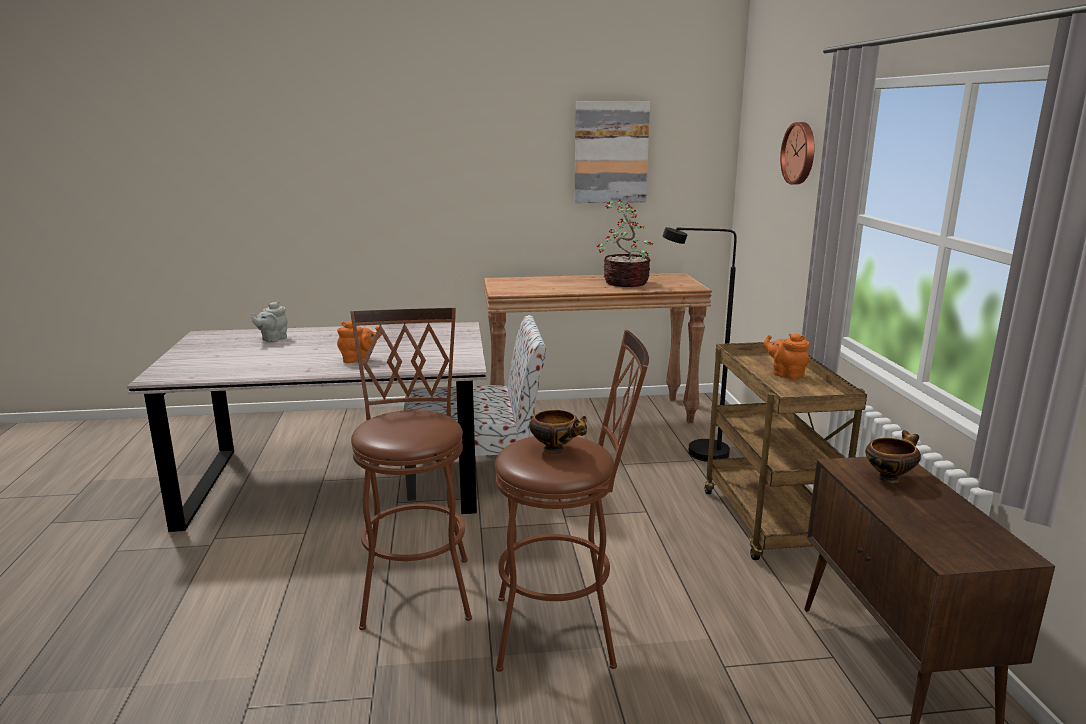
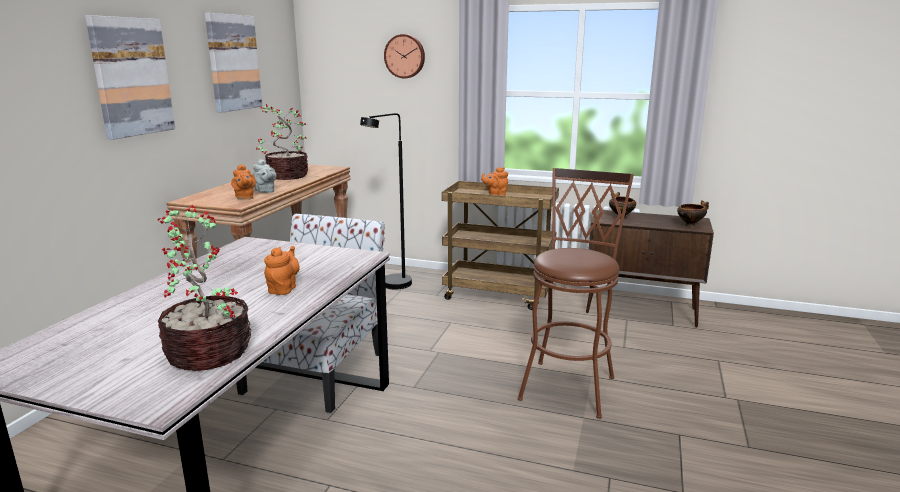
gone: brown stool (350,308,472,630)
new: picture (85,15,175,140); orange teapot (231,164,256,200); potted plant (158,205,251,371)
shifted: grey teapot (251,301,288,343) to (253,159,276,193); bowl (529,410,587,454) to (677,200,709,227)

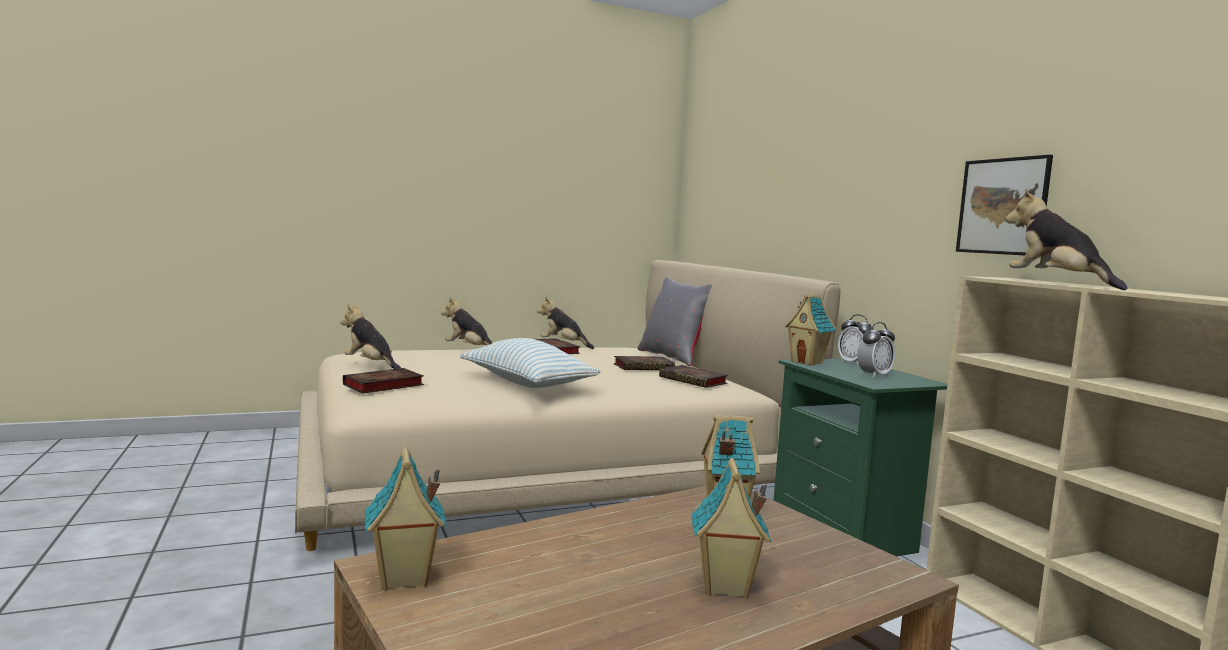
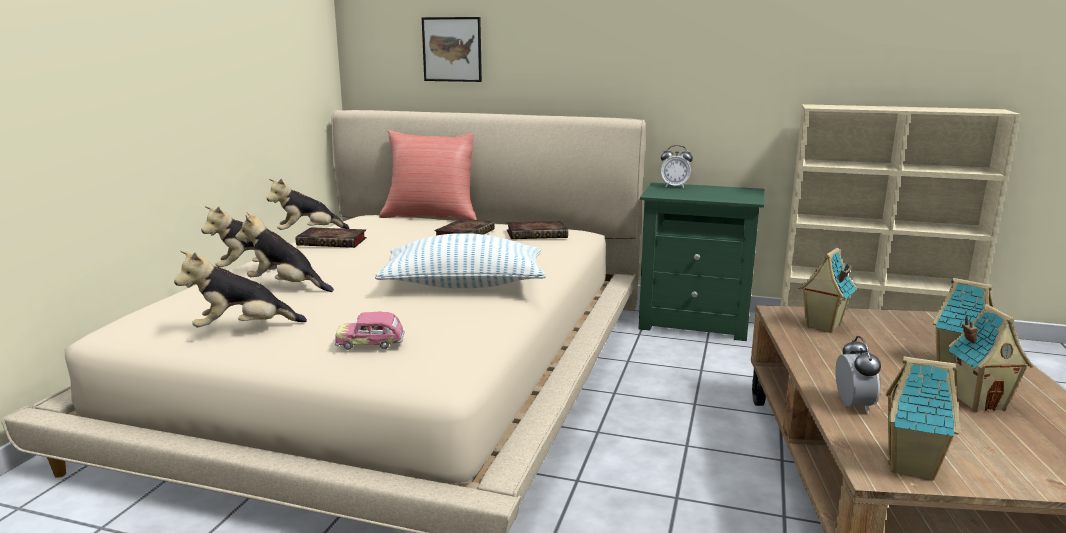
shifted: picture (956,155,1053,255) to (422,17,482,82); plush toy (1006,188,1127,290) to (235,212,334,292); toy house (785,294,836,366) to (948,304,1033,412); alarm clock (857,322,895,378) to (835,336,881,414)
swapped: book (343,368,424,394) to toy car (335,311,405,350)
repainted: grey pillow (638,277,712,366) to red pillow (379,130,477,220)

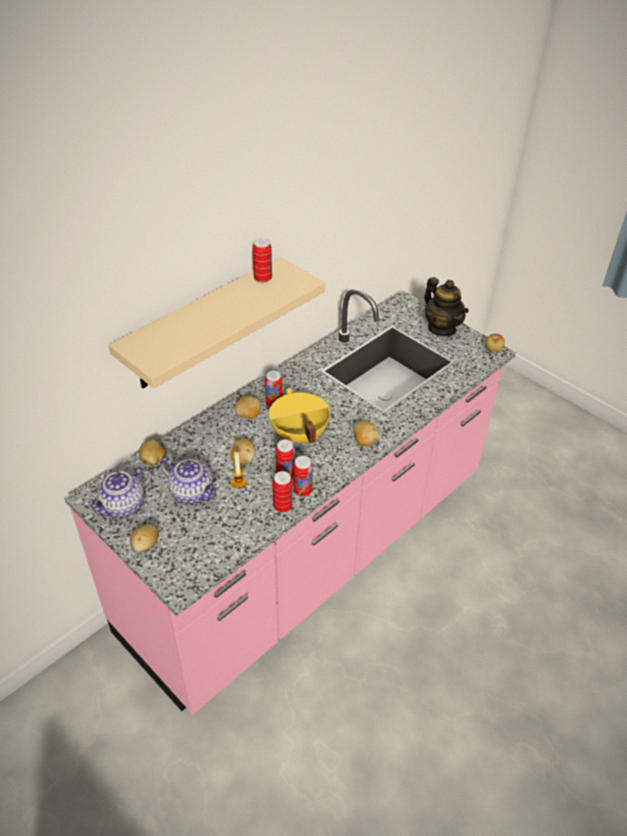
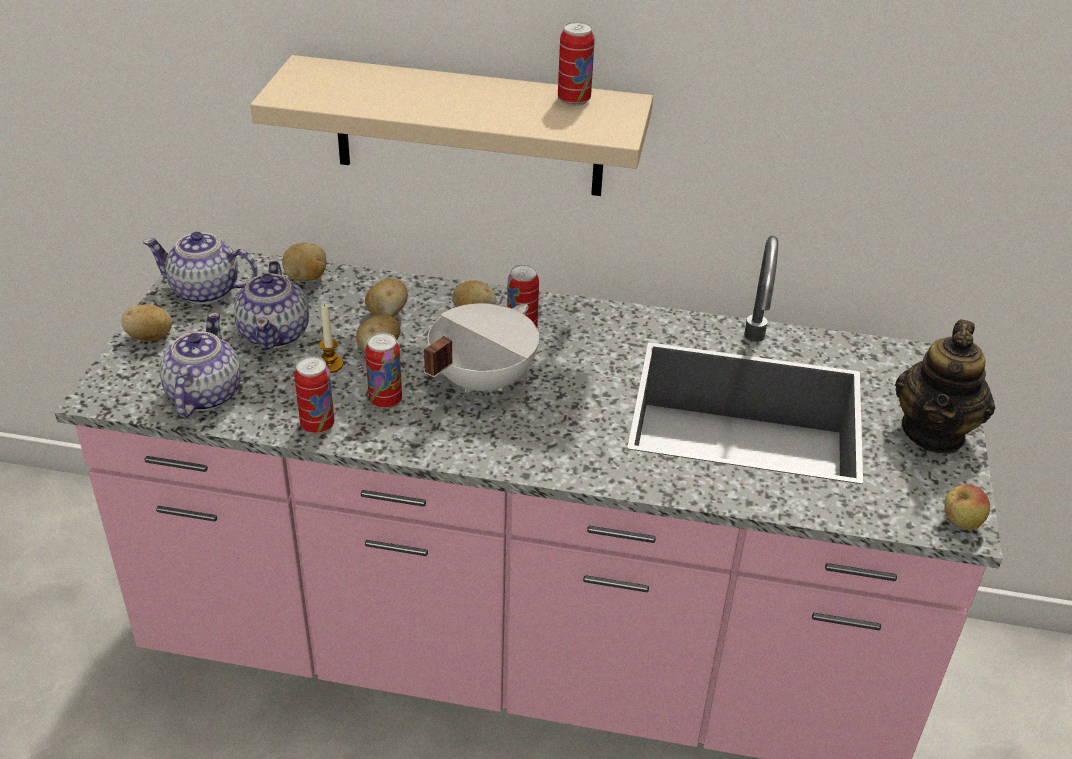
gone: can (293,456,313,497)
new: teapot (159,312,241,417)
shifted: potato (353,421,379,446) to (365,278,408,317)
repainted: yellow cooking pot (269,388,330,445) to white cooking pot (424,303,539,393)

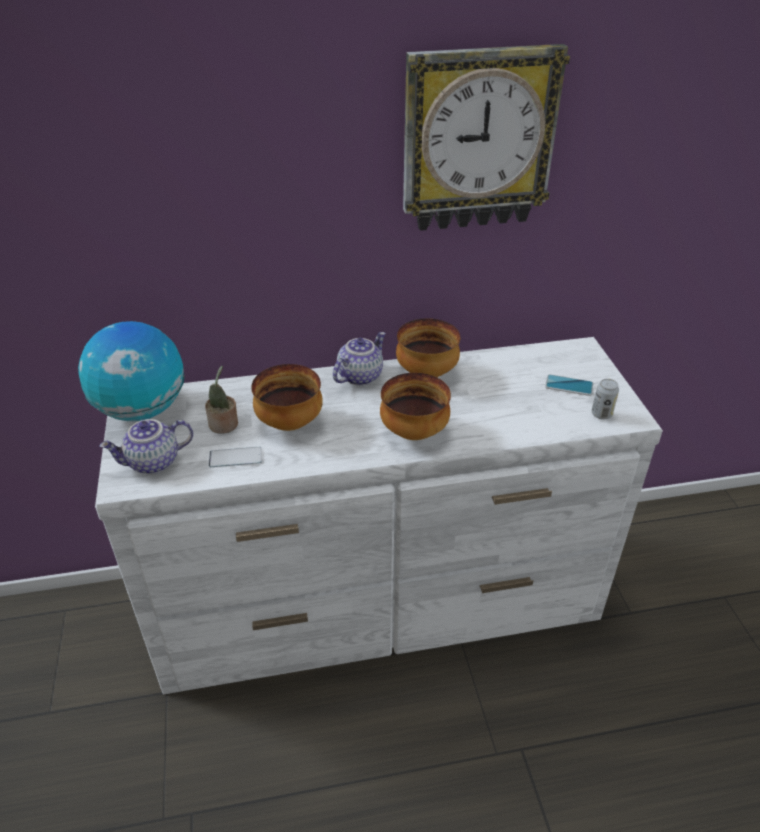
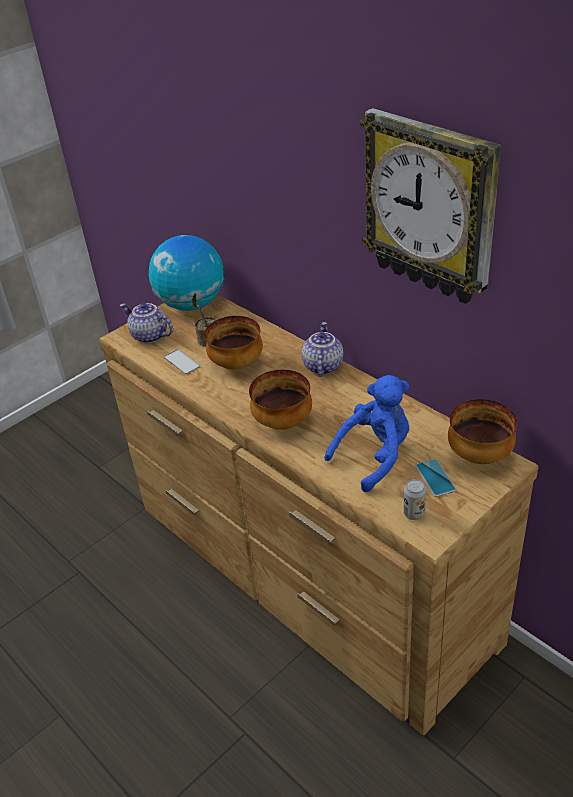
new: blue plush toy (324,375,409,492)
shifted: bowl (396,318,460,377) to (448,399,517,464)
repainted: white dresser (95,337,663,694) to brown dresser (99,294,538,735)
rotated: teapot (333,332,386,385) = (302,322,343,377) 90 degrees counterclockwise

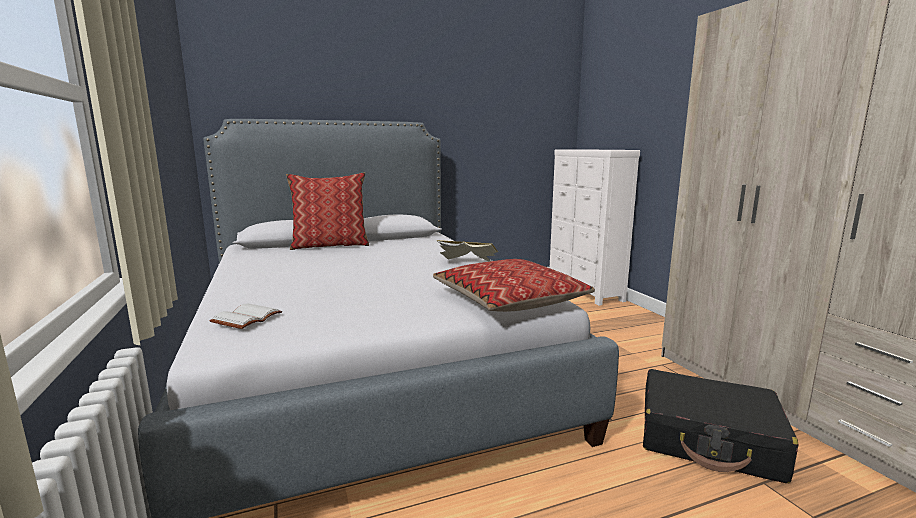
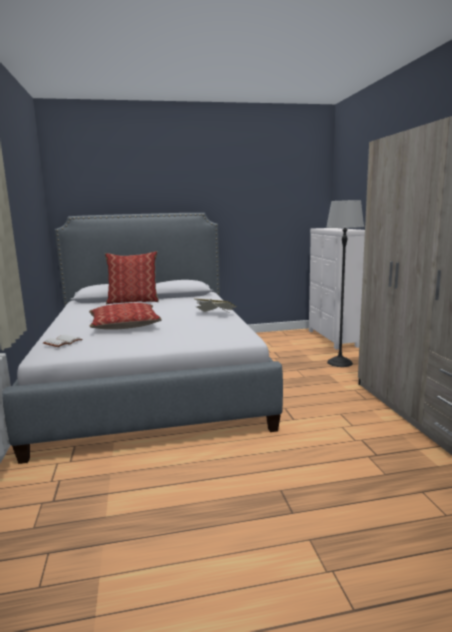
gone: black suitcase (643,369,799,483)
new: floor lamp (326,200,364,367)
shifted: pillow (433,259,595,312) to (89,303,162,330)

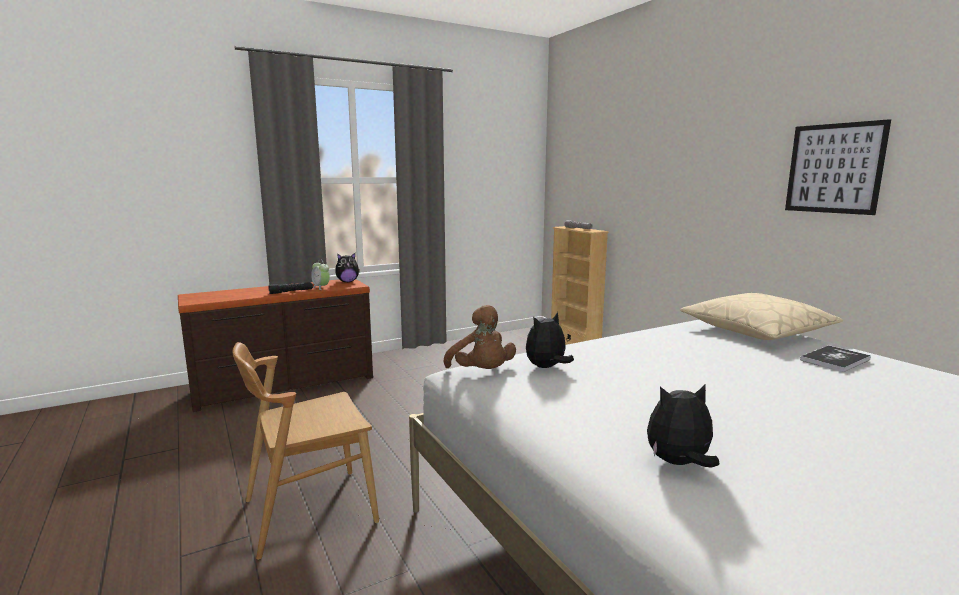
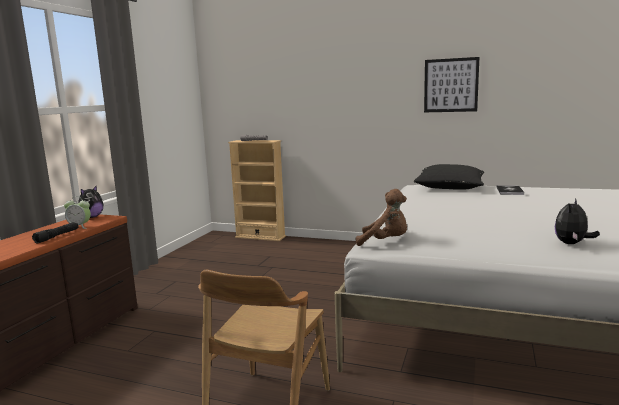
gone: plush toy (526,312,574,368)
repainted: beige pillow (680,293,843,340) to black pillow (414,164,484,190)

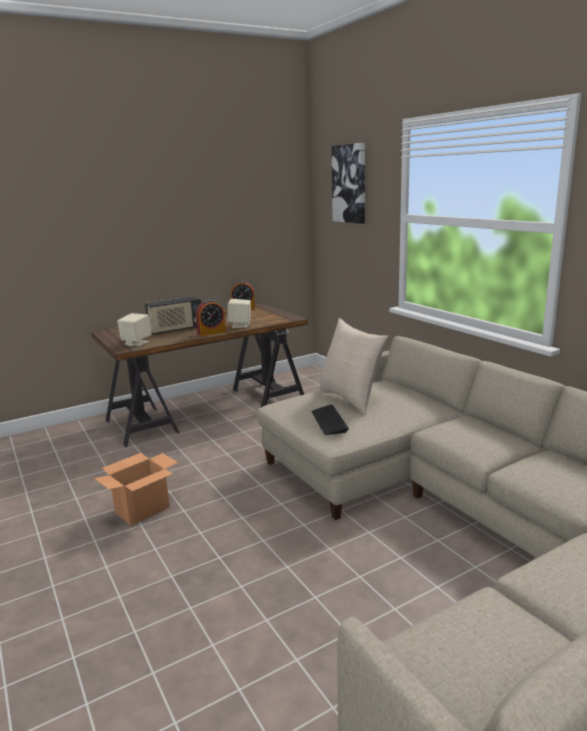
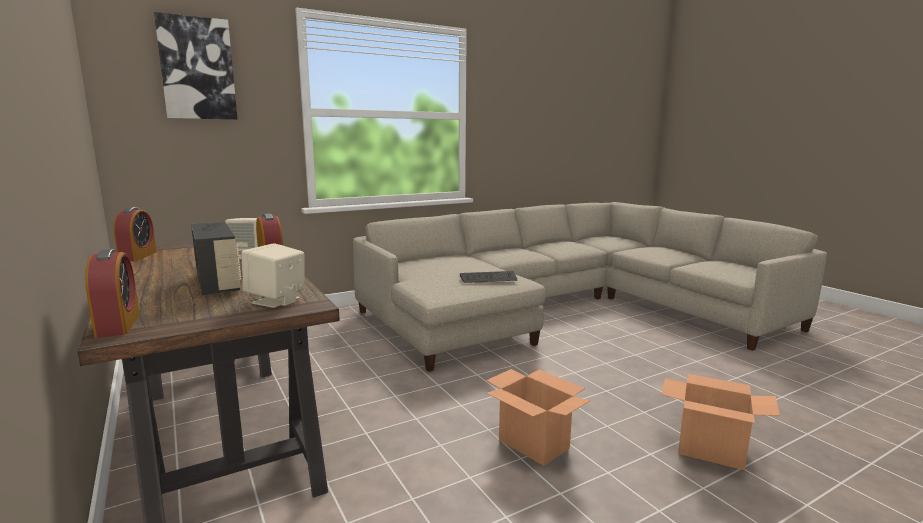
gone: beige pillow (319,318,389,415)
new: alarm clock (85,249,140,338); cardboard box (662,374,780,470)

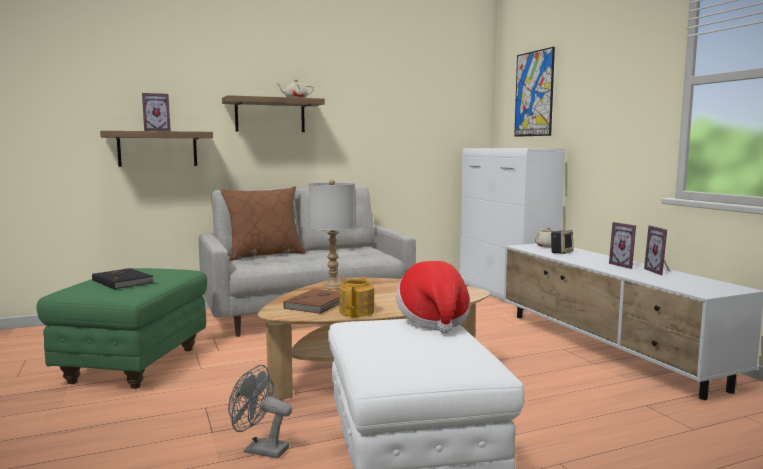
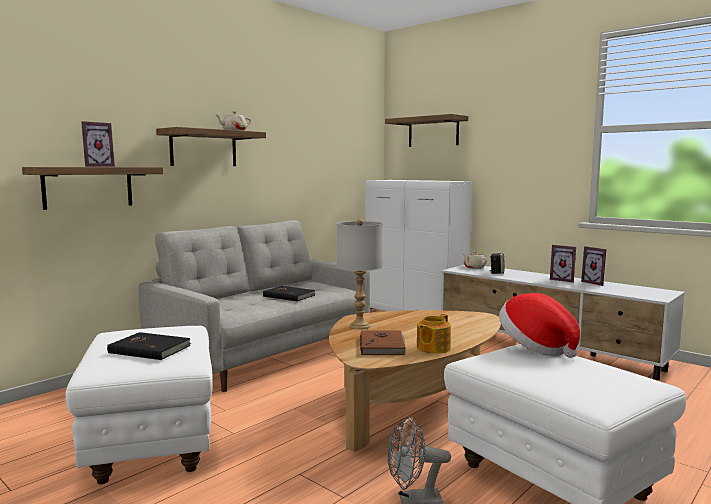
gone: brown pillow (220,186,306,261)
new: black book (263,286,315,301)
swapped: picture (514,47,555,137) to shelf (385,114,468,147)
repainted: green ottoman (37,268,207,389) to white ottoman (66,326,213,484)
rotated: teapot (339,277,374,317) = (417,314,451,354) 135 degrees counterclockwise

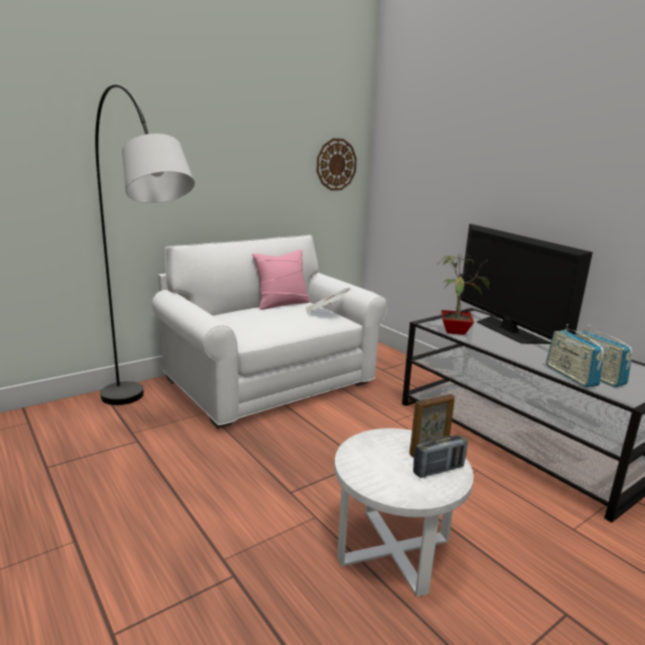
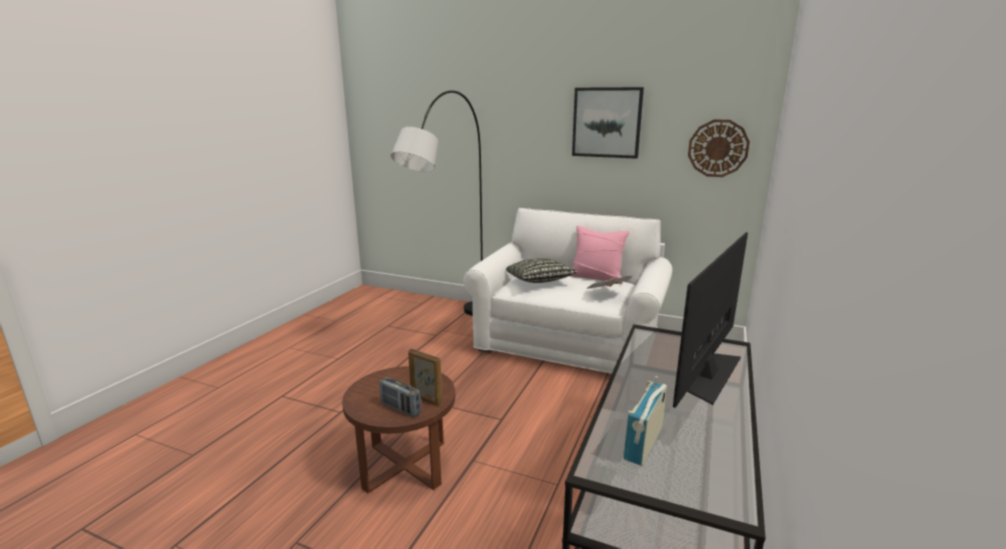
gone: potted plant (440,254,490,335); radio (546,324,605,388)
new: picture (572,87,644,159); pillow (506,258,578,283)
repainted: white side table (335,428,474,597) to brown side table (342,366,455,493)

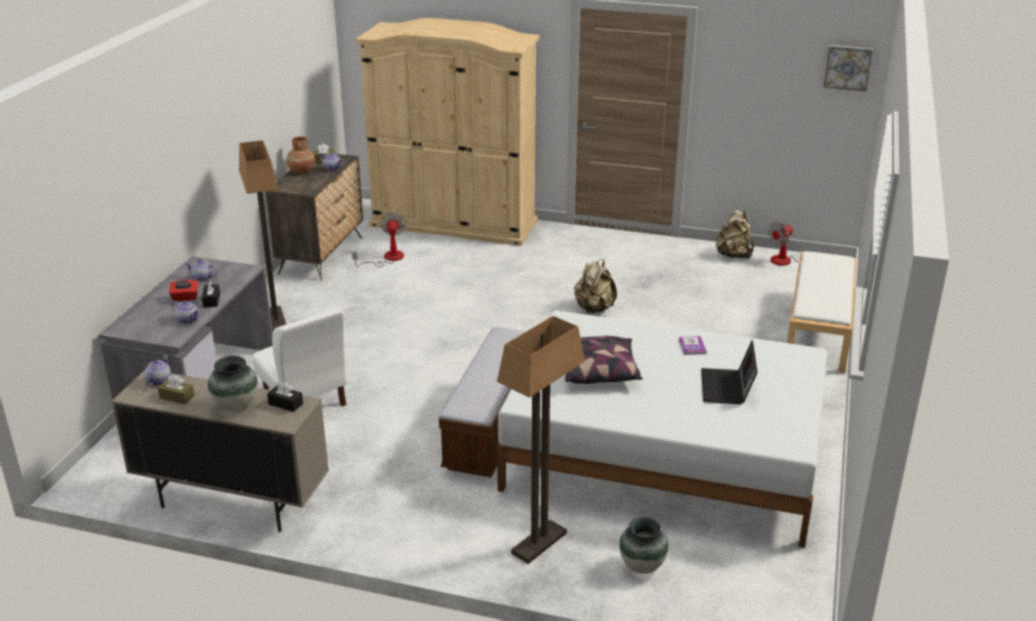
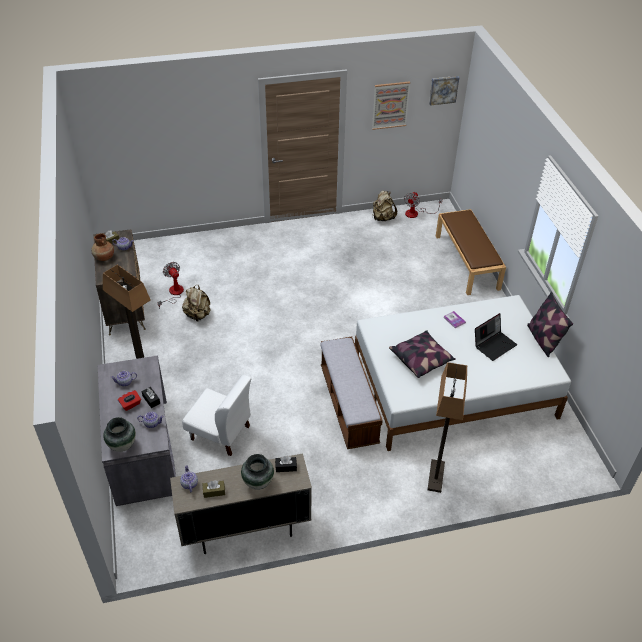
gone: beige wardrobe (356,18,540,246)
new: picture (372,81,411,130); pillow (527,292,573,357)
shifted: beige backpack (574,259,617,313) to (182,285,211,322); vase (619,517,669,574) to (103,417,136,452)
repainted: white bench (787,251,857,373) to brown bench (436,209,506,295)
rotated: laptop (701,341,757,404) = (475,313,517,361) 105 degrees counterclockwise

